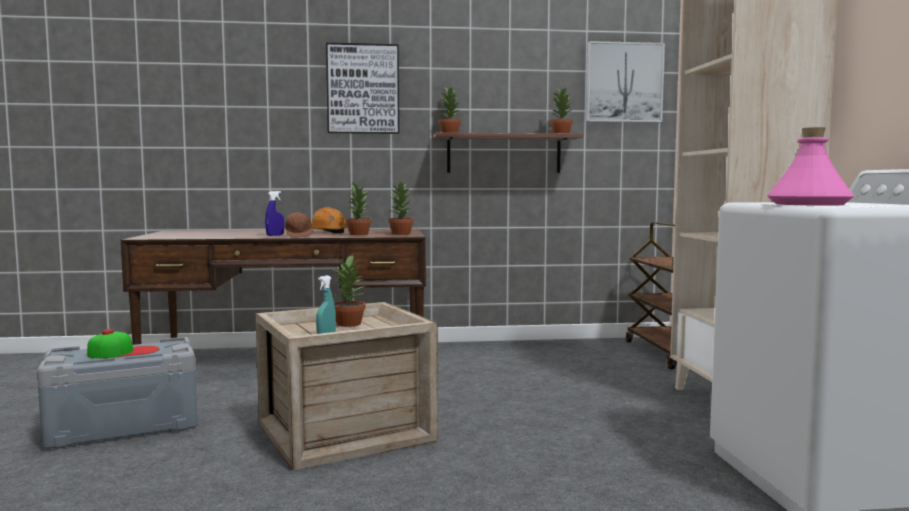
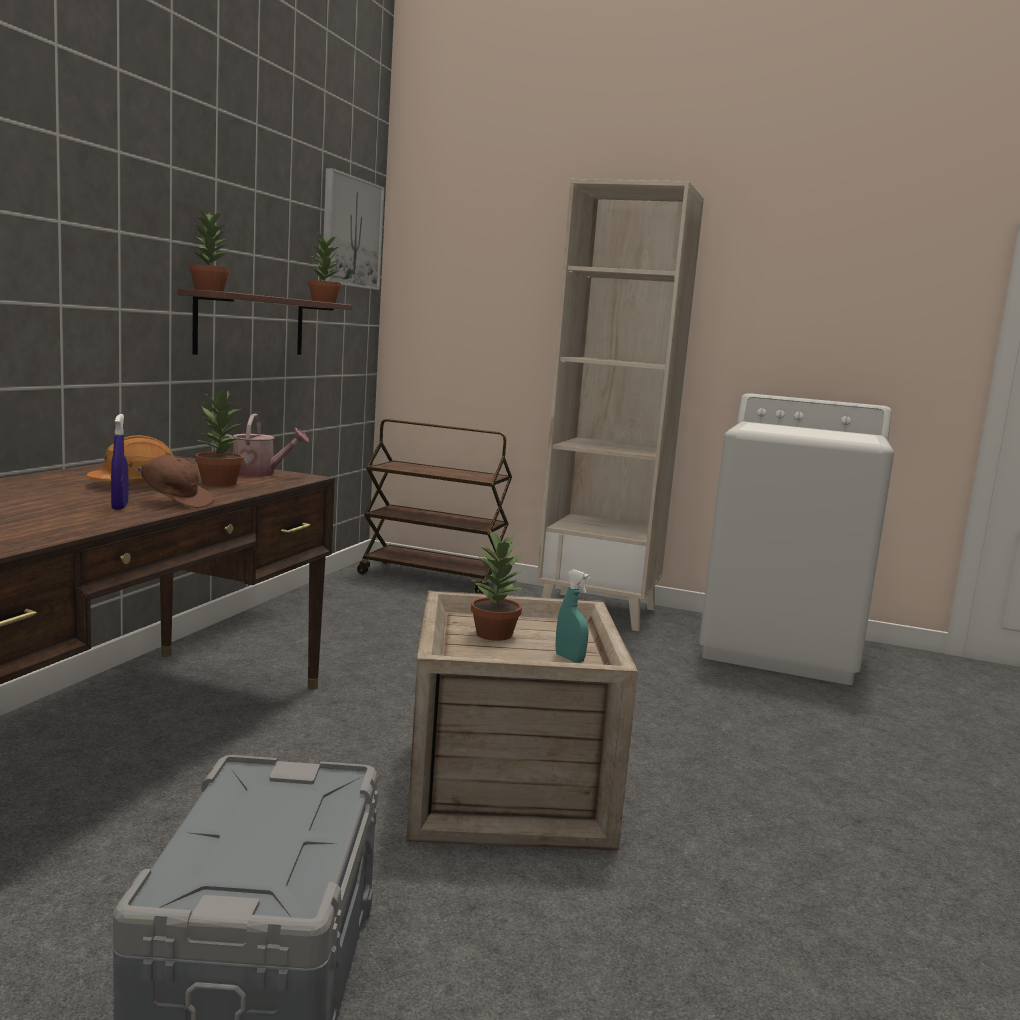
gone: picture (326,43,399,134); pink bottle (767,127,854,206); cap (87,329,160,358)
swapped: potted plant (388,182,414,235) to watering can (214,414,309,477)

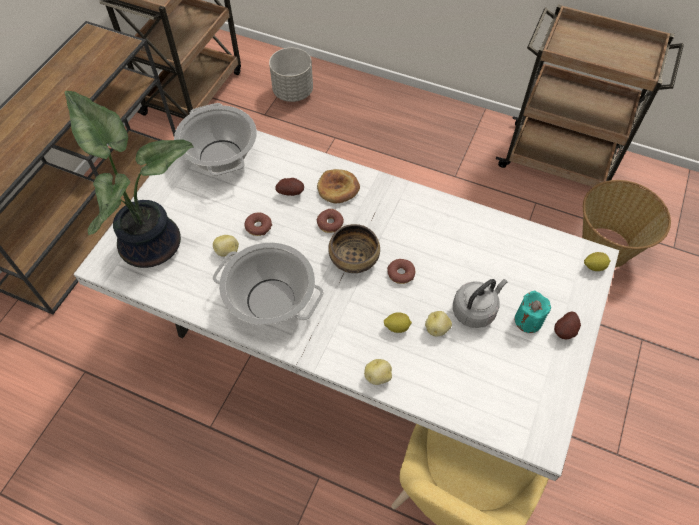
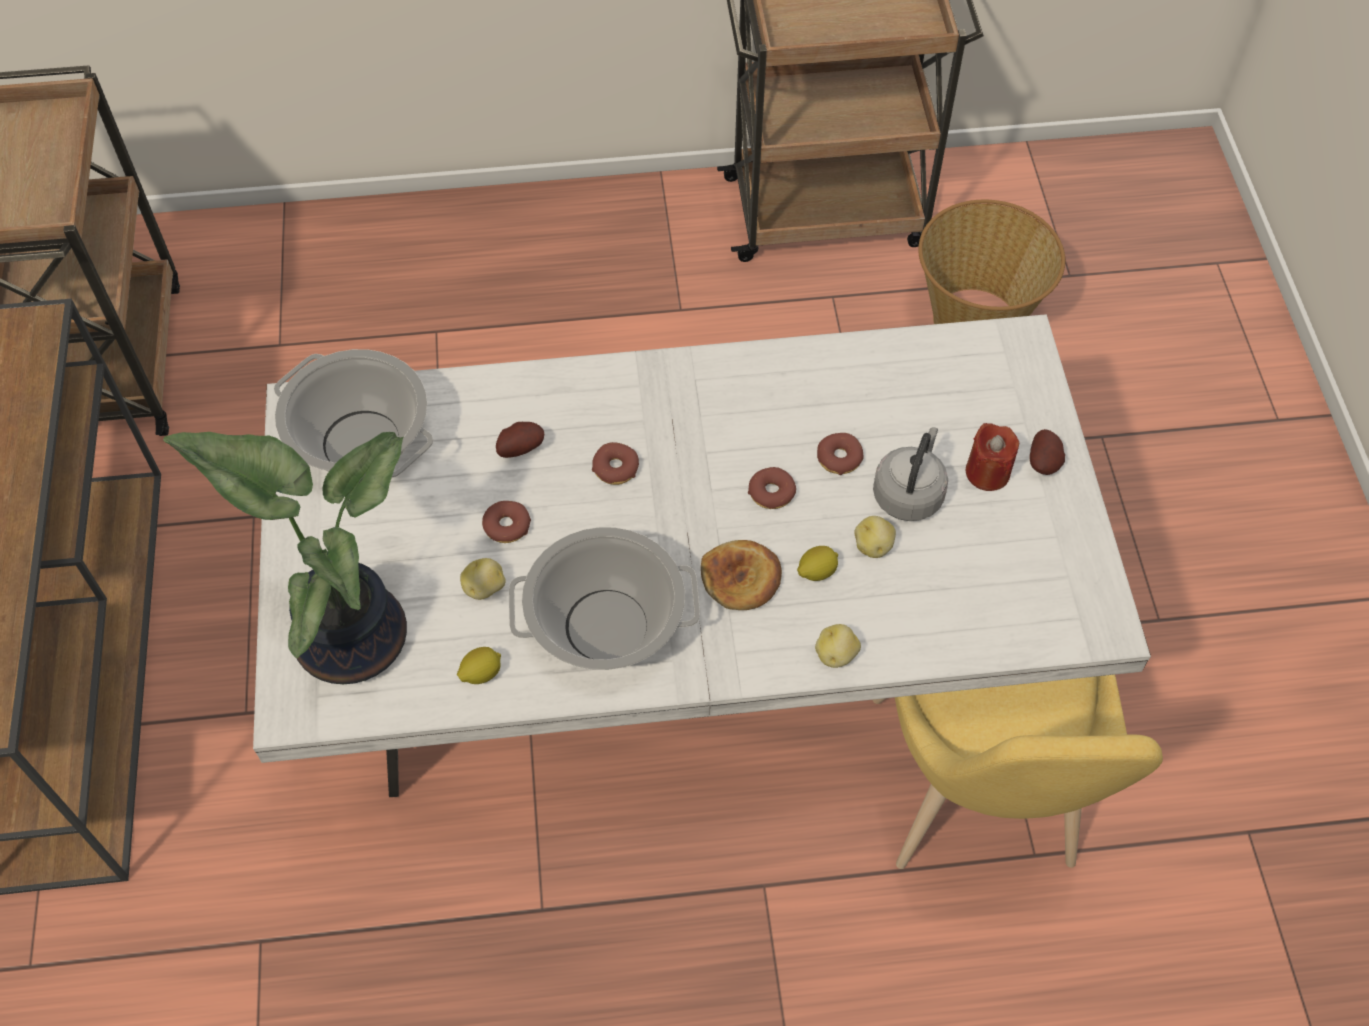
gone: grey planter (269,48,313,102); bowl (328,224,380,273)
new: donut (817,433,864,475)
shifted: bread (317,169,360,203) to (701,540,782,610); lemon (584,252,611,271) to (457,647,501,684)
repainted: turquoise candle (515,290,551,333) to red candle (966,423,1019,491)

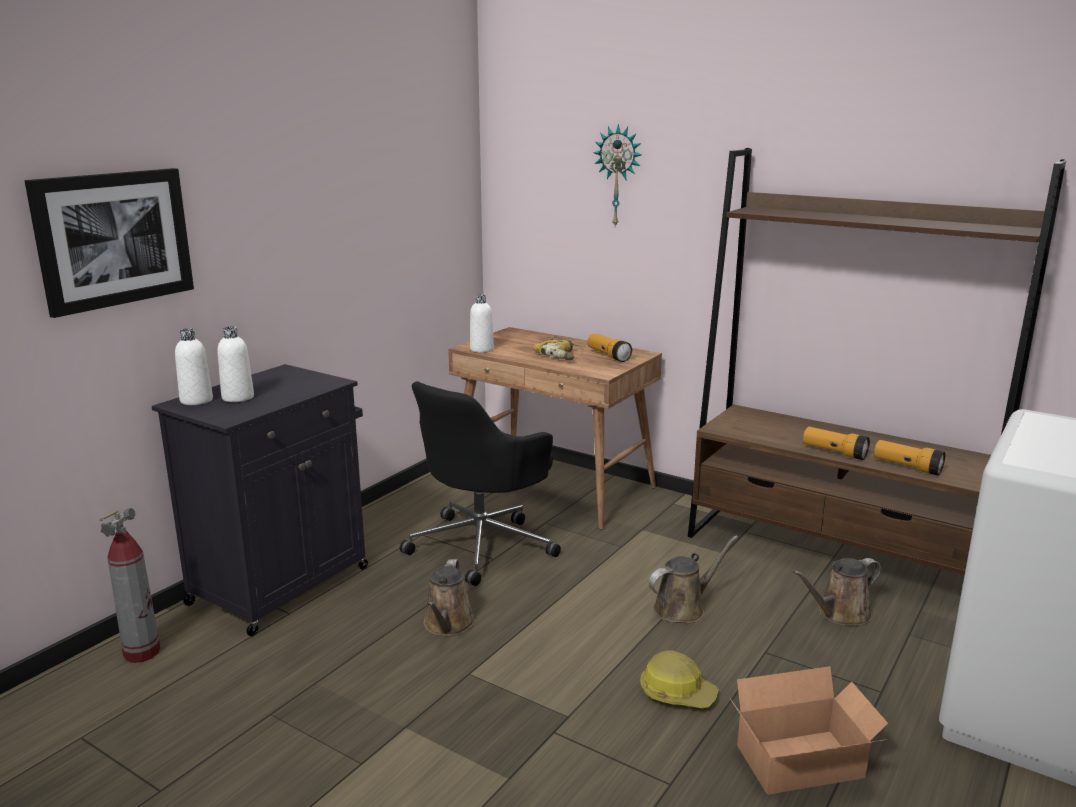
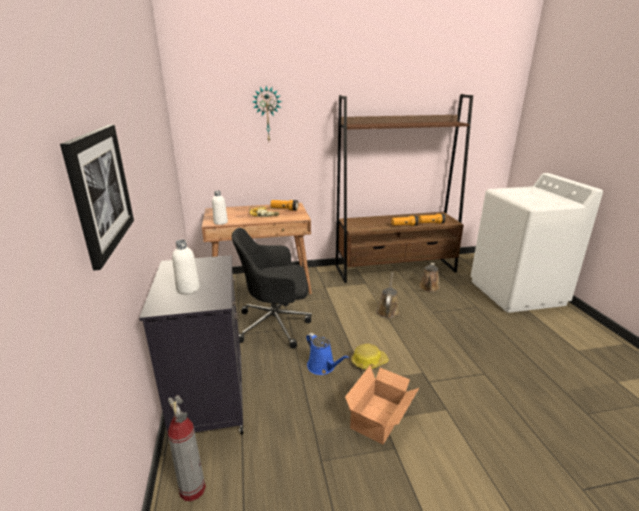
gone: white bottle (175,328,213,405)
shifted: hard hat (640,650,719,708) to (351,344,389,370); cardboard box (730,666,888,795) to (345,366,419,445)
repainted: brown watering can (423,559,475,636) to blue watering can (306,333,349,375)
rotated: black office chair (400,381,561,586) = (232,228,312,348) 90 degrees clockwise

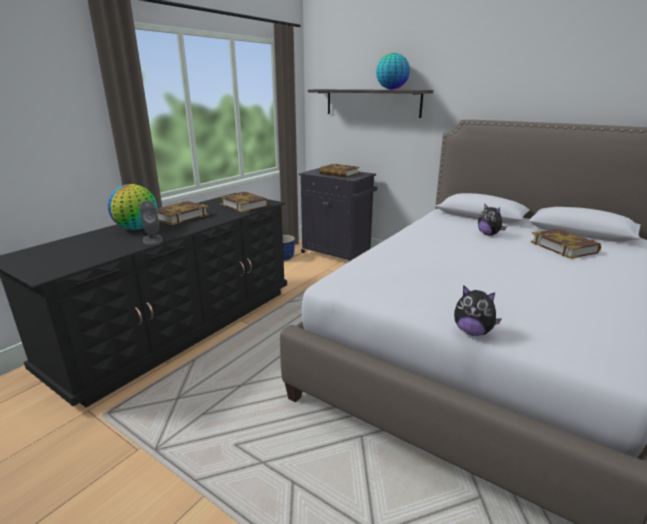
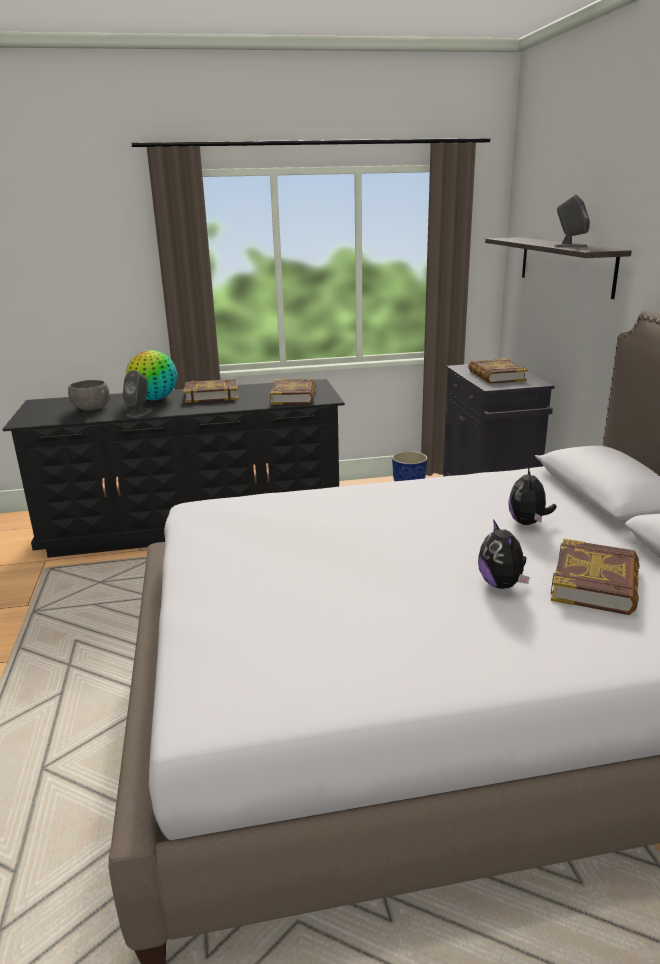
new: grey bowl (68,380,111,411)
shifted: plush toy (454,285,502,336) to (478,519,530,589)
swapped: globe (376,53,410,90) to grey speaker (554,194,590,247)

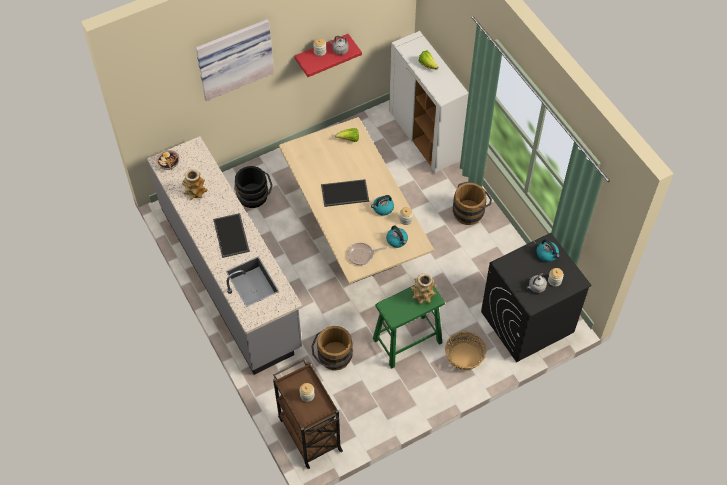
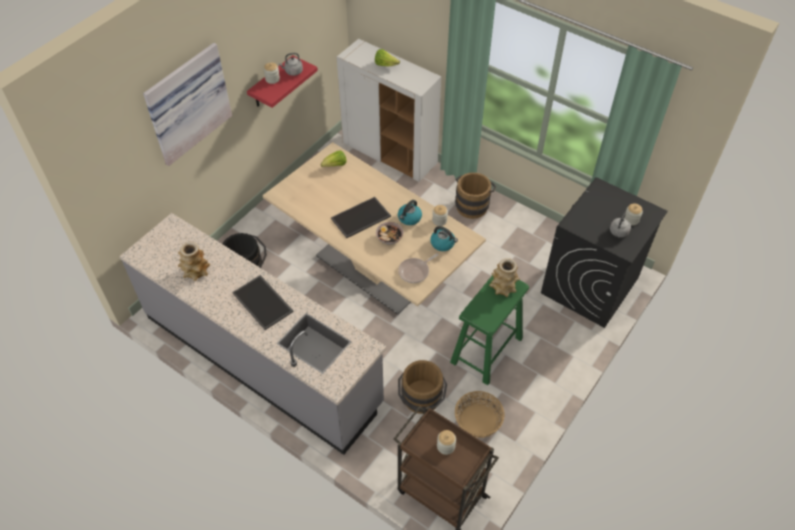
gone: kettle (536,239,560,262)
shifted: bowl (156,150,180,170) to (376,222,404,245); basket (445,332,486,370) to (455,391,504,438)

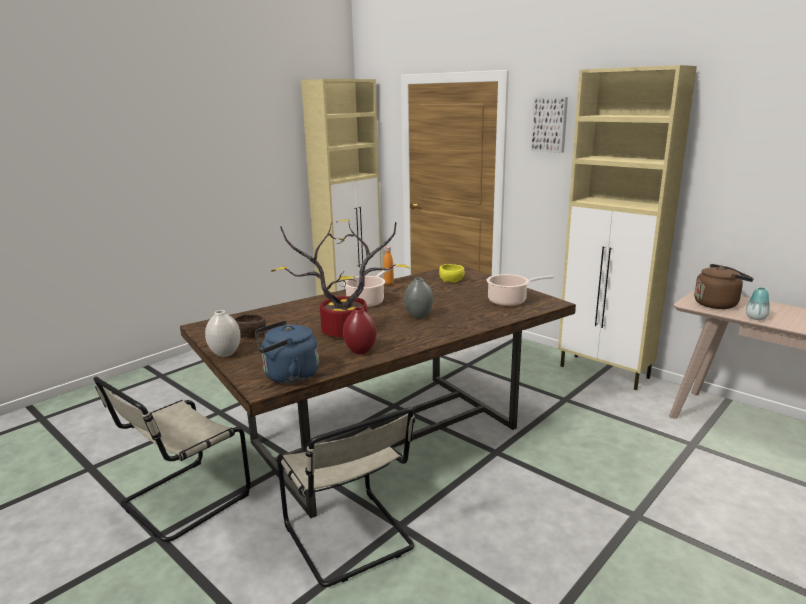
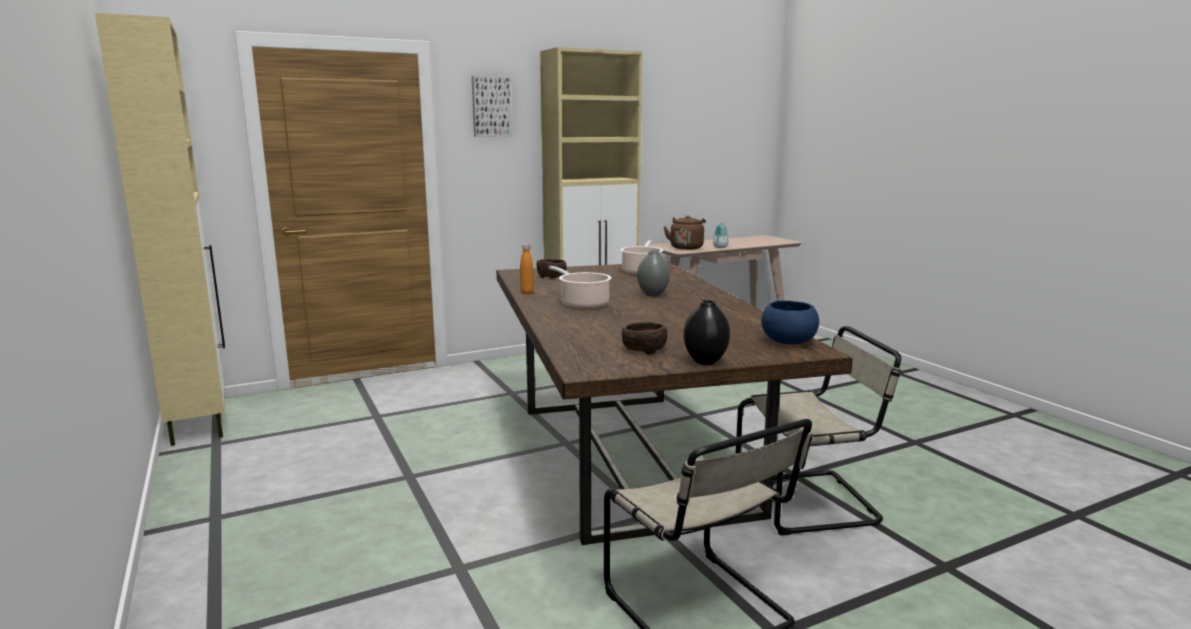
gone: potted plant (271,219,410,337); red vase (343,307,377,354)
swapped: blue kettle (255,320,319,384) to blue bowl (761,300,819,345)
repainted: yellow bowl (439,264,465,283) to brown bowl (536,259,567,279); white vase (205,310,241,357) to black vase (684,300,730,365)

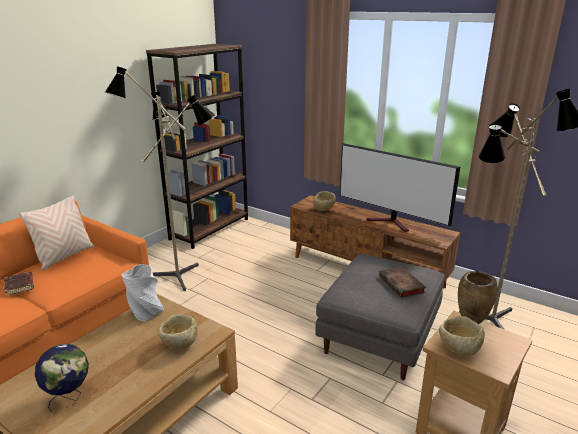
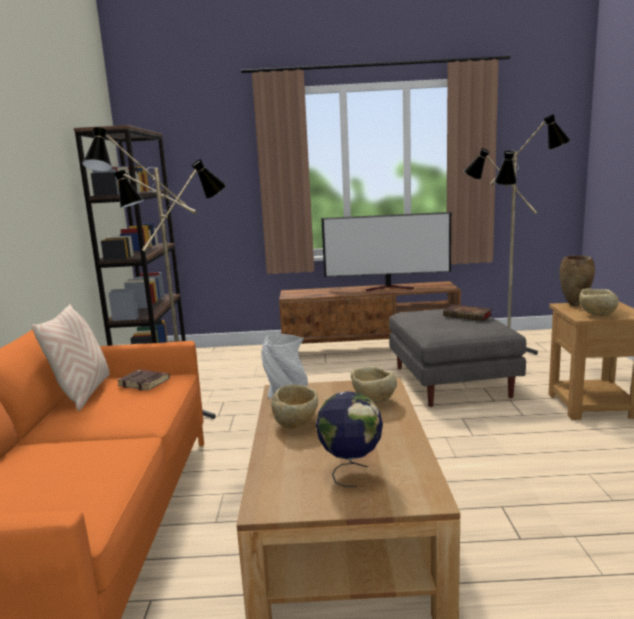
shifted: beige bowl (313,191,336,211) to (271,385,318,429); brown book (4,272,34,296) to (117,369,170,391)

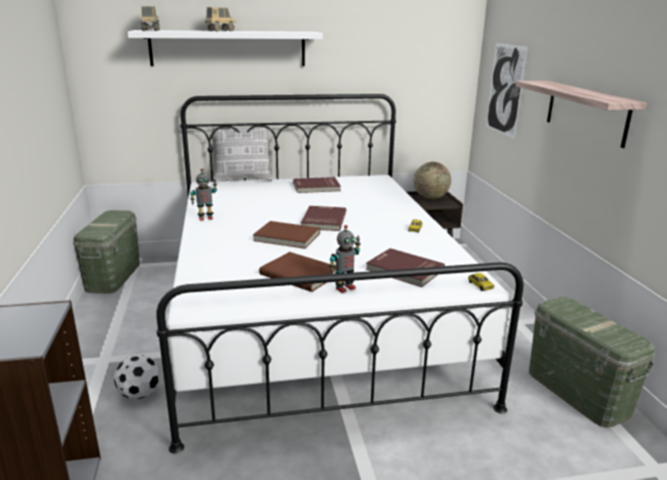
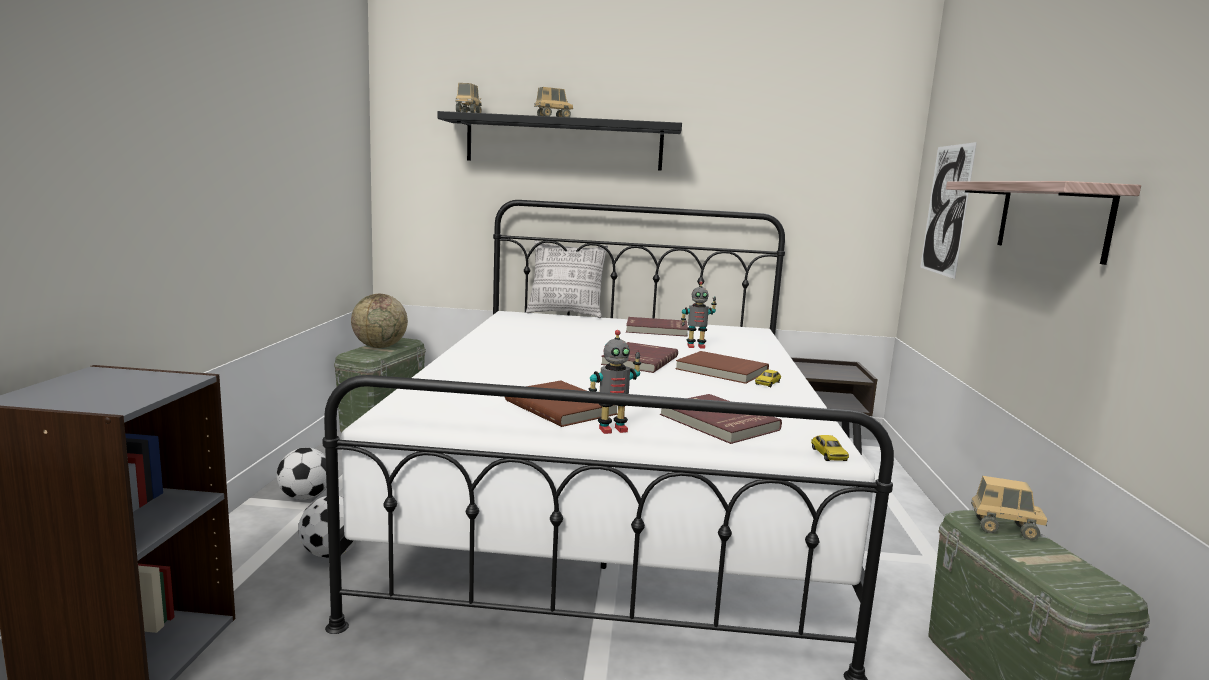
new: football (277,448,327,500); toy truck (971,476,1048,540)
shifted: globe (414,162,451,199) to (351,294,408,348); toy robot (190,169,217,221) to (681,281,717,349); brown book (253,221,320,249) to (675,351,769,384)
repainted: white shelf (128,30,323,66) to black shelf (437,111,682,171)

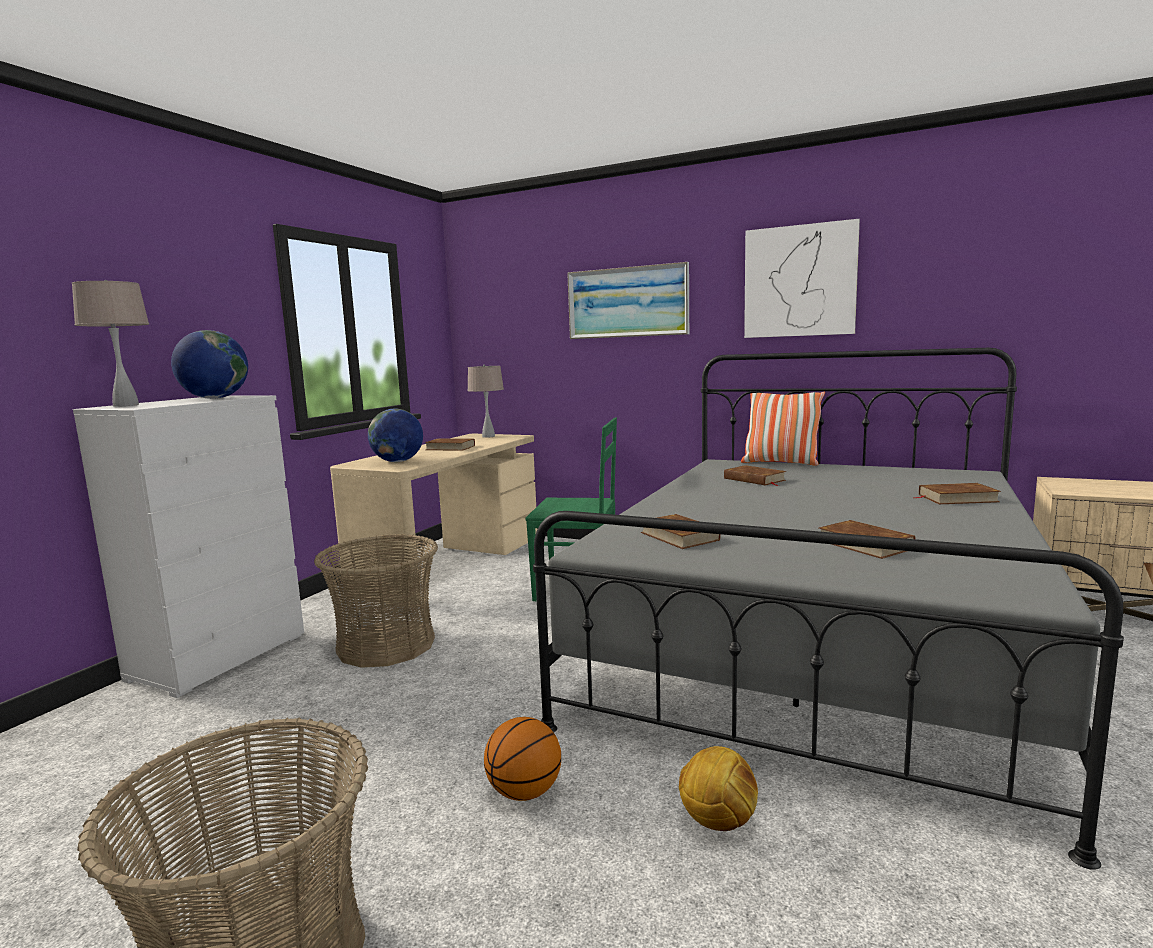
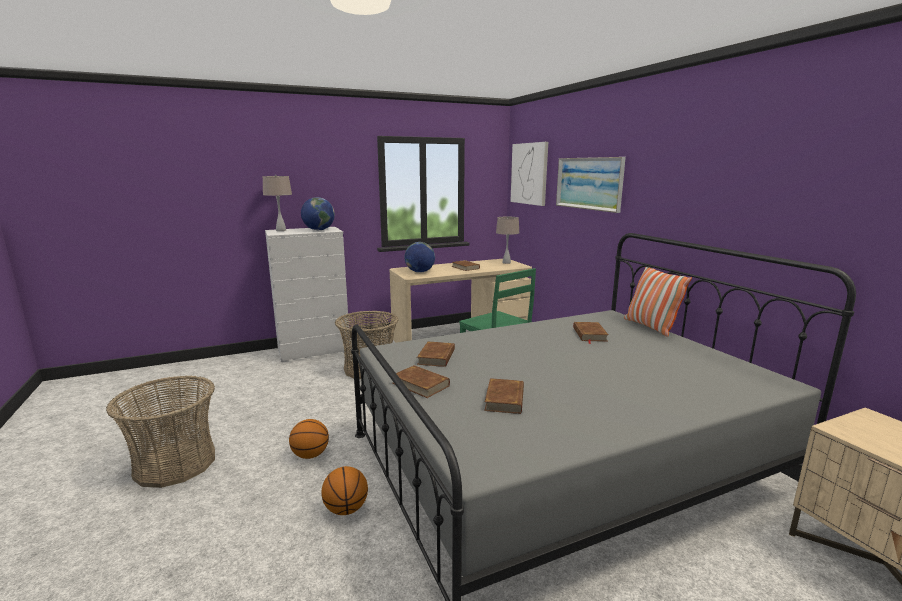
shifted: picture (744,219,860,338) to (510,142,548,206); brown book (912,483,1001,504) to (392,365,450,398)
swapped: football (679,746,758,831) to basketball (321,466,368,515)

